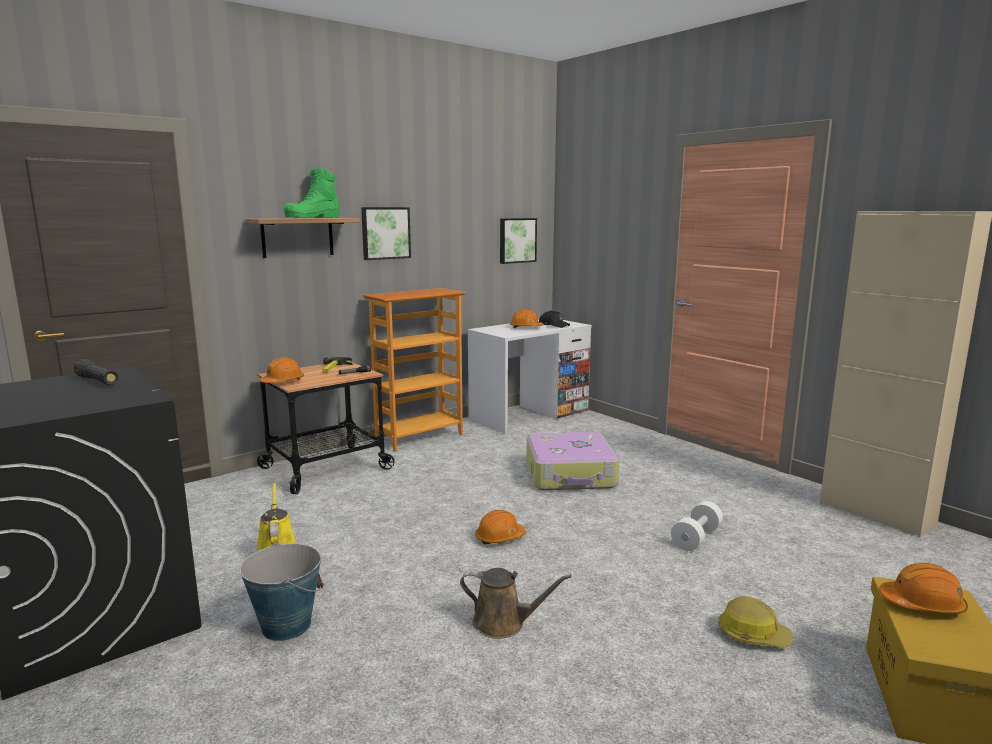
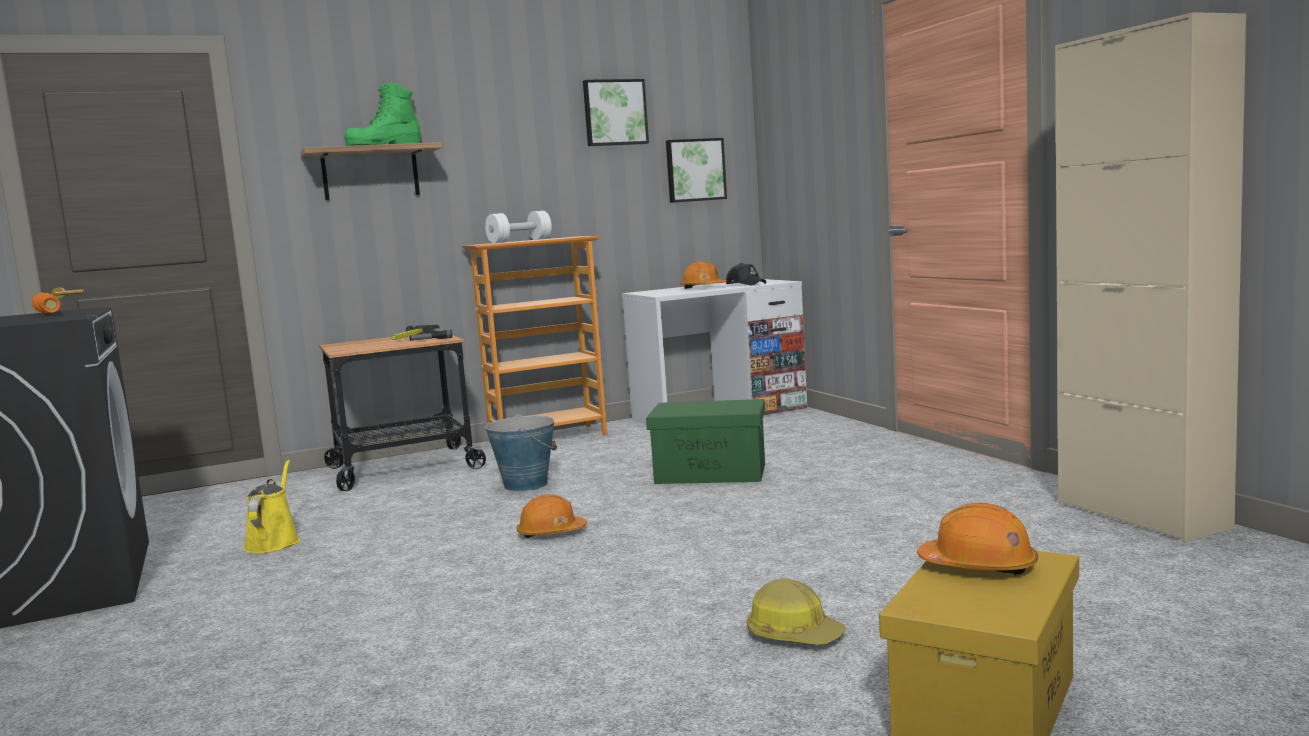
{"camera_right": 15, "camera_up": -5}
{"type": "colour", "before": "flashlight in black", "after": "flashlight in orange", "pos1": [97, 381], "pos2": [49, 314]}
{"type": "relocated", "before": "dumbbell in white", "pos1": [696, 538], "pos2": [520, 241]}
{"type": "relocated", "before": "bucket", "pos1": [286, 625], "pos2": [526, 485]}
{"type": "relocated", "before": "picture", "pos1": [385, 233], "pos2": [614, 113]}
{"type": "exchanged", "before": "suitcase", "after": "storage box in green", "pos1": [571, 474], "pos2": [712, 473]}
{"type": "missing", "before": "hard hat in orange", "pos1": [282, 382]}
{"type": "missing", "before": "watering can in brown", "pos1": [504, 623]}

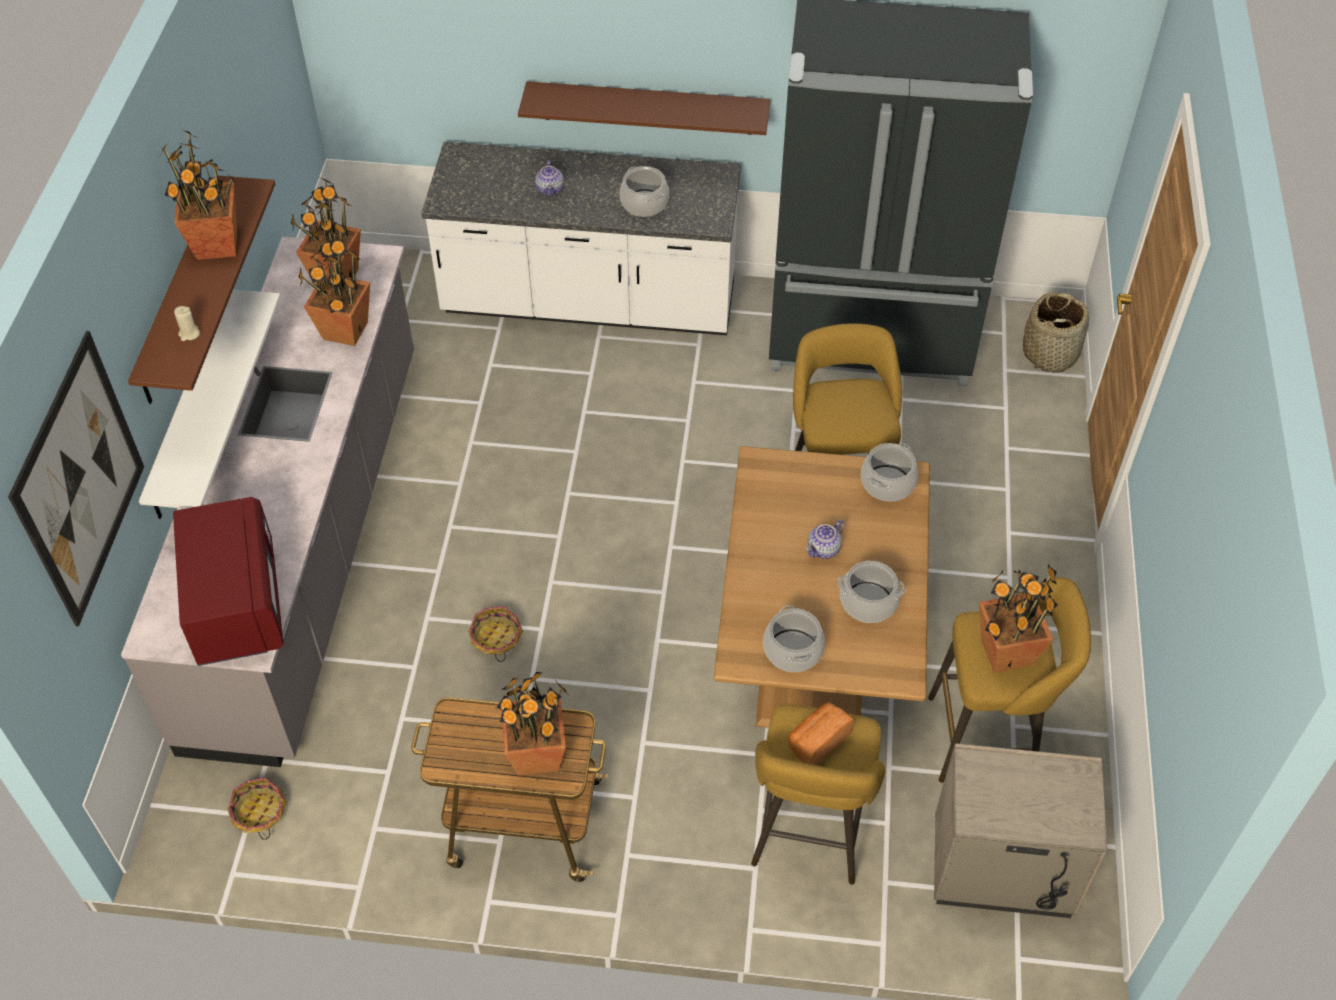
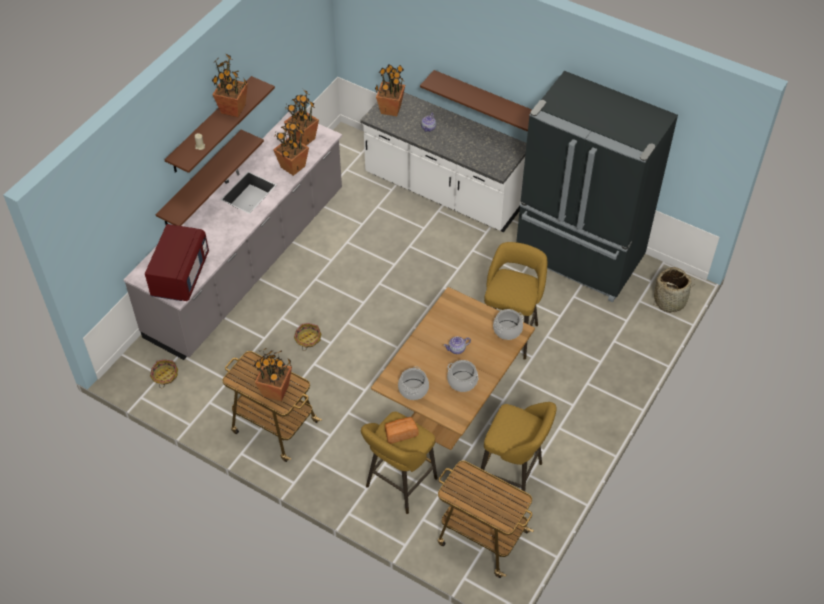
{"camera_right": 25, "camera_up": 0}
{"type": "colour", "before": "shelf in white", "after": "shelf in brown", "pos1": [190, 406], "pos2": [201, 179]}
{"type": "relocated", "before": "potted plant", "pos1": [1005, 652], "pos2": [391, 109]}
{"type": "exchanged", "before": "nightstand in beige", "after": "cart", "pos1": [1002, 869], "pos2": [481, 537]}
{"type": "missing", "before": "picture", "pos1": [80, 480]}
{"type": "missing", "before": "cooking pot", "pos1": [644, 203]}

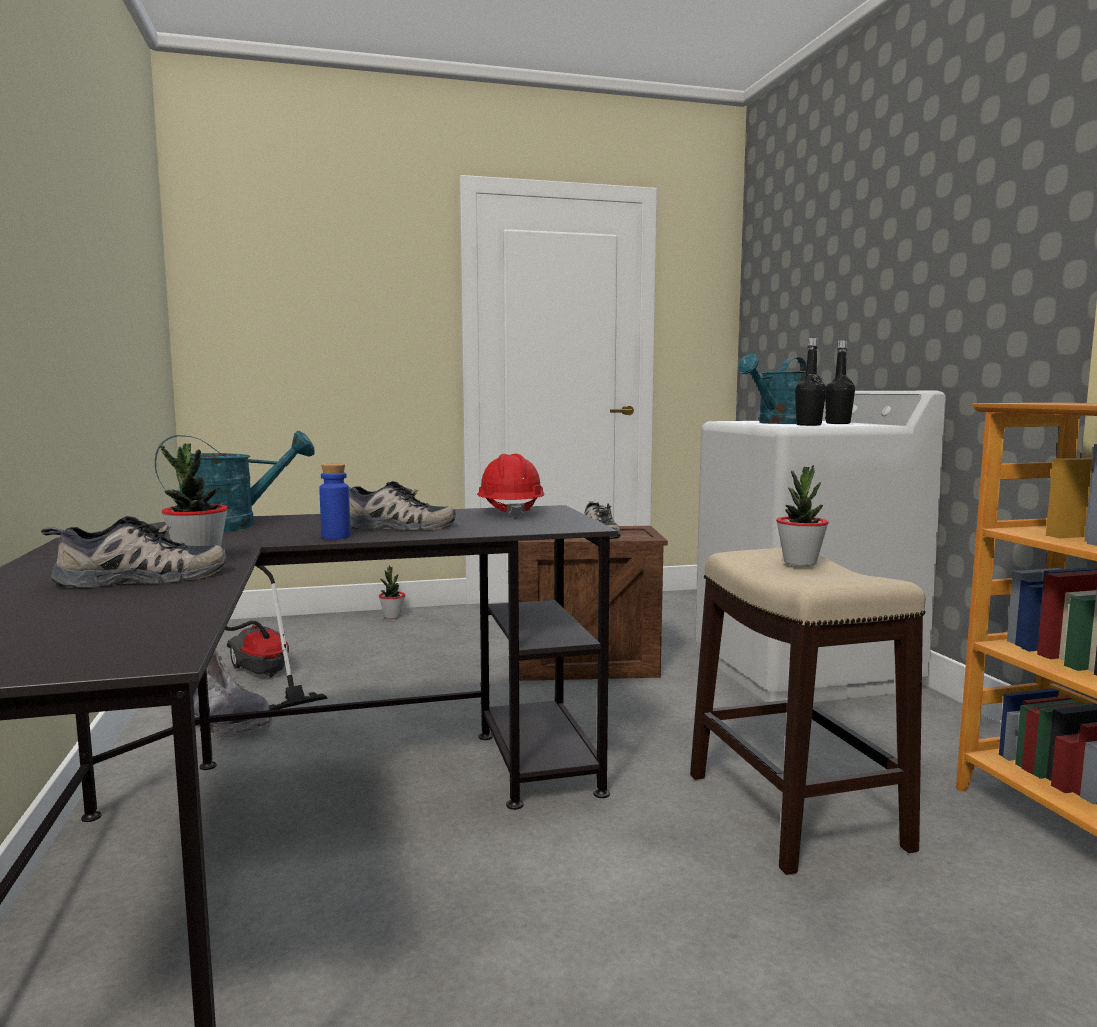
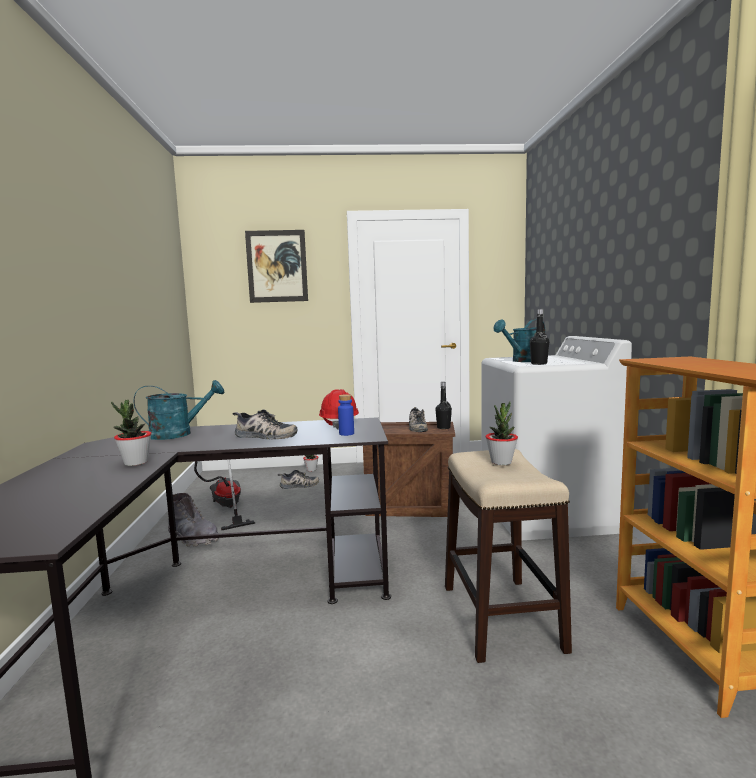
{"camera_right": 10, "camera_up": 0}
{"type": "appeared", "after": "picture", "pos2": [277, 266]}
{"type": "relocated", "before": "shoe", "pos1": [140, 579], "pos2": [299, 485]}
{"type": "relocated", "before": "bottle in blue", "pos1": [336, 536], "pos2": [346, 433]}
{"type": "relocated", "before": "bottle in black", "pos1": [838, 423], "pos2": [443, 427]}

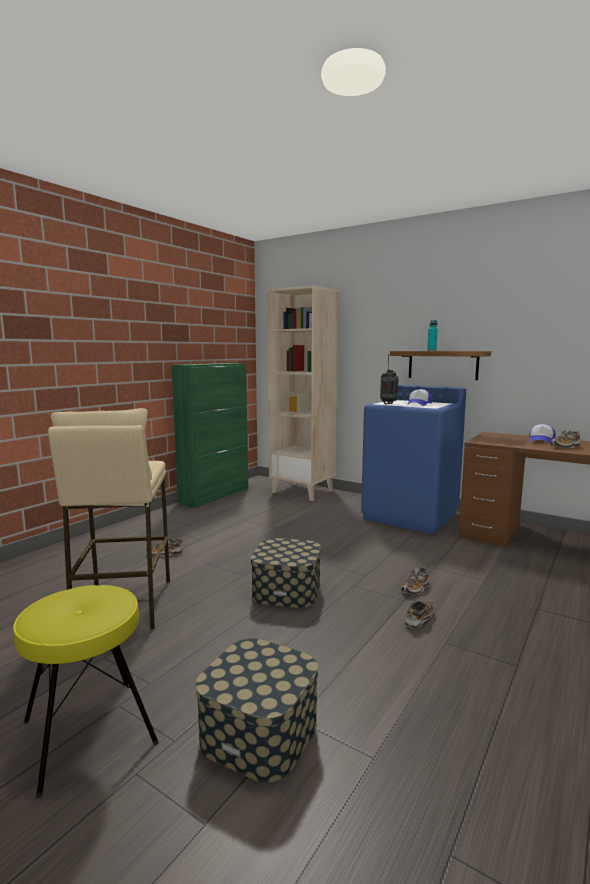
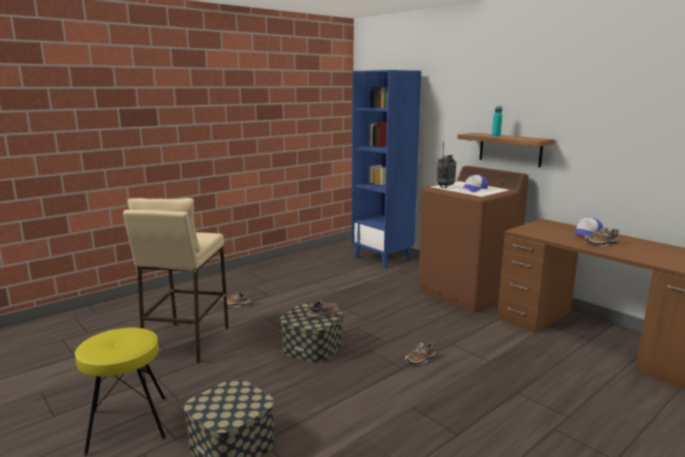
{"camera_right": 15, "camera_up": 5}
{"type": "relocated", "before": "shoe", "pos1": [419, 619], "pos2": [322, 315]}
{"type": "colour", "before": "bookcase in beige", "after": "bookcase in blue", "pos1": [303, 491], "pos2": [382, 258]}
{"type": "colour", "before": "washing machine in blue", "after": "washing machine in brown", "pos1": [411, 515], "pos2": [467, 292]}
{"type": "missing", "before": "cabinet in green", "pos1": [215, 495]}

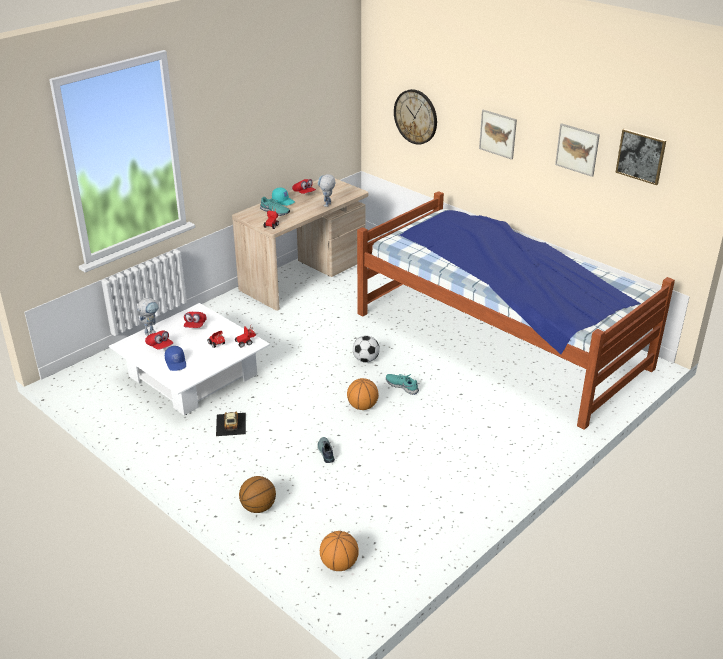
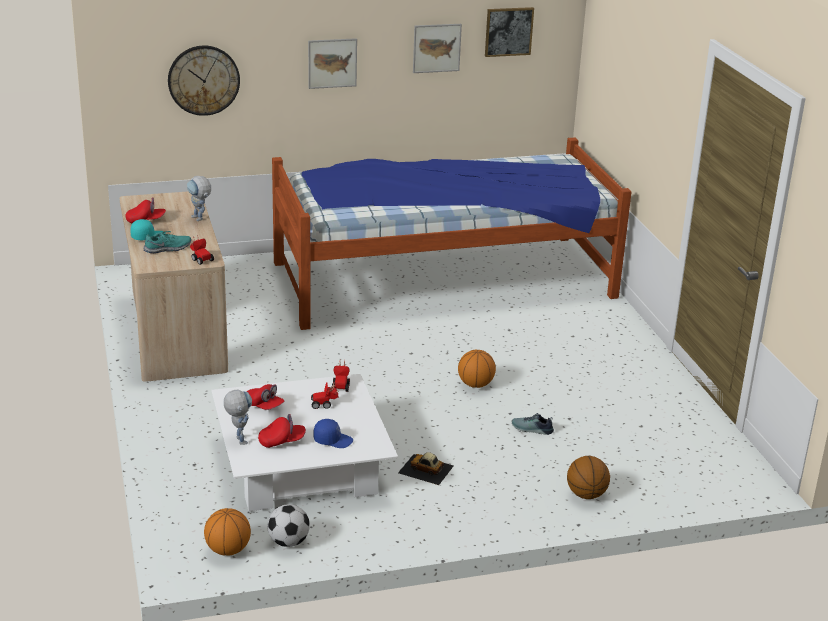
{"camera_right": -60, "camera_up": -5}
{"type": "relocated", "before": "basketball", "pos1": [339, 564], "pos2": [228, 550]}
{"type": "relocated", "before": "football", "pos1": [366, 360], "pos2": [288, 542]}
{"type": "missing", "before": "shoe in turquoise", "pos1": [402, 386]}

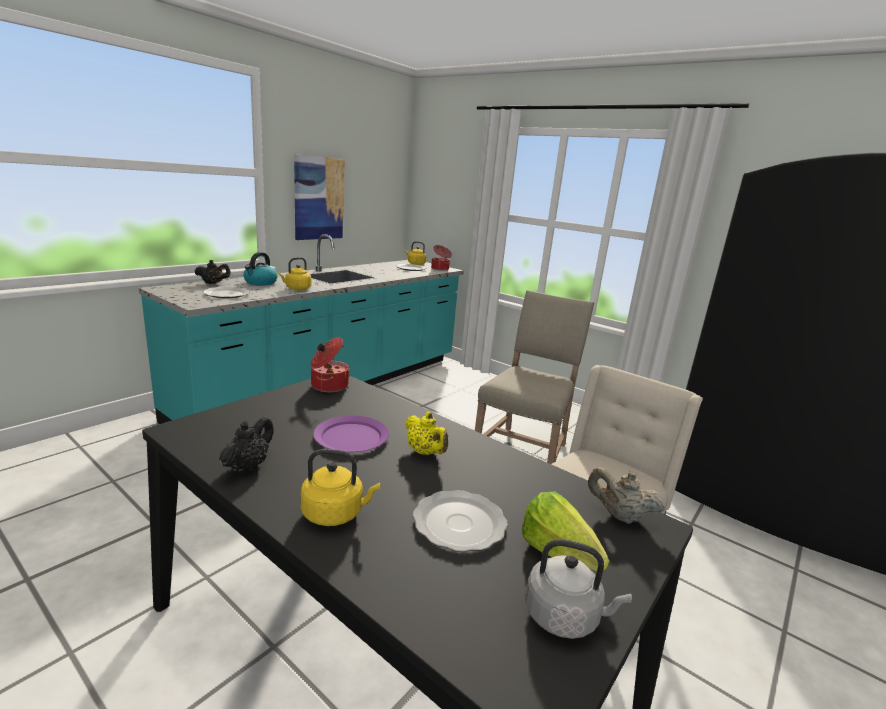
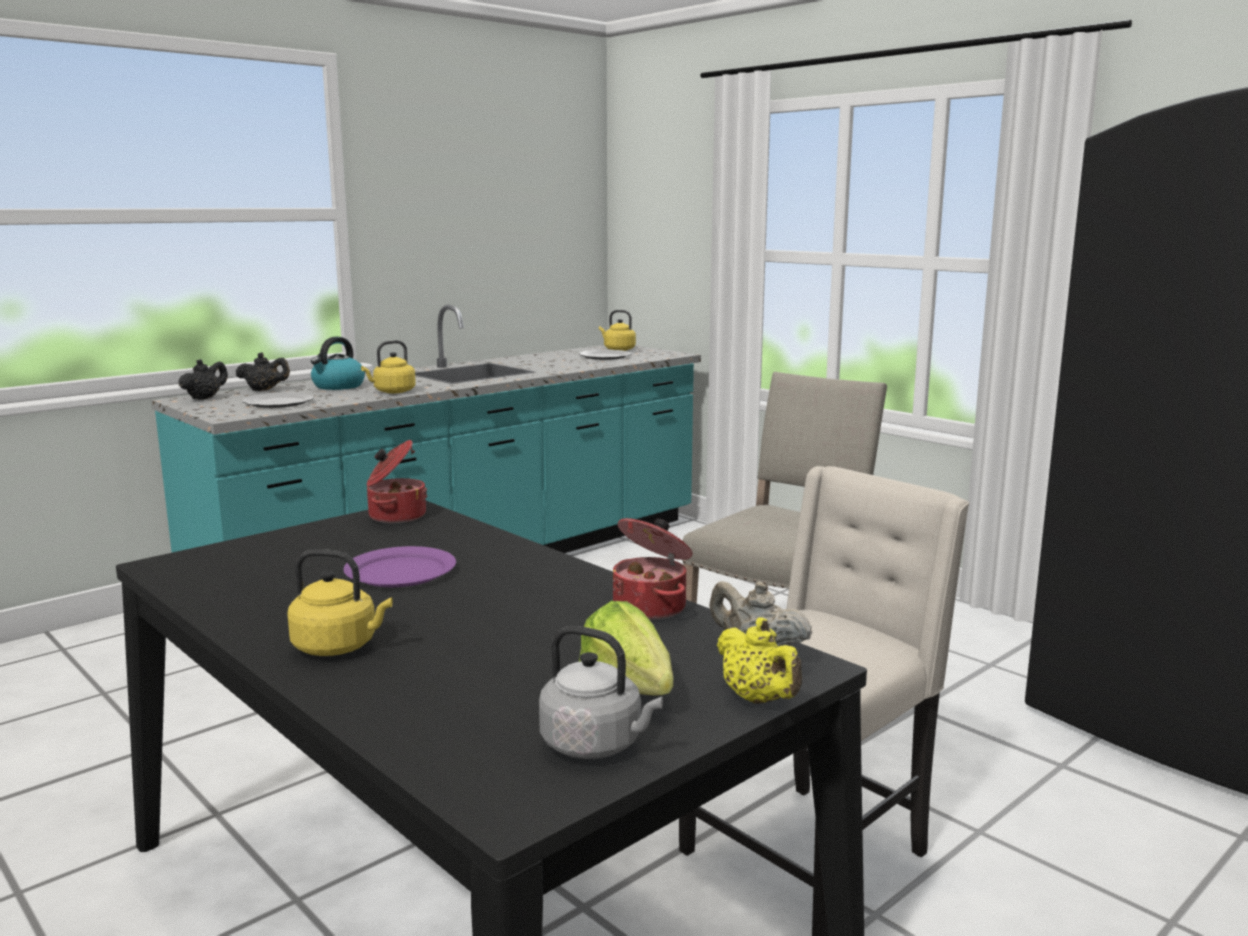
{"camera_right": 10, "camera_up": -5}
{"type": "relocated", "before": "teapot in black", "pos1": [248, 466], "pos2": [205, 398]}
{"type": "relocated", "before": "cooking pot", "pos1": [440, 269], "pos2": [651, 607]}
{"type": "relocated", "before": "teapot in yellow", "pos1": [425, 453], "pos2": [758, 700]}
{"type": "missing", "before": "picture", "pos1": [319, 198]}
{"type": "missing", "before": "plate", "pos1": [458, 522]}

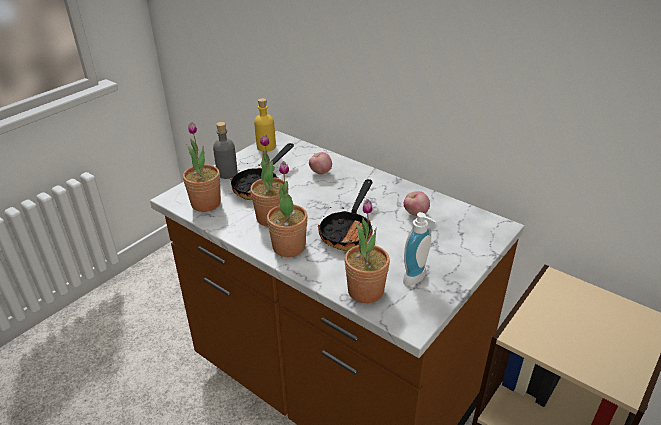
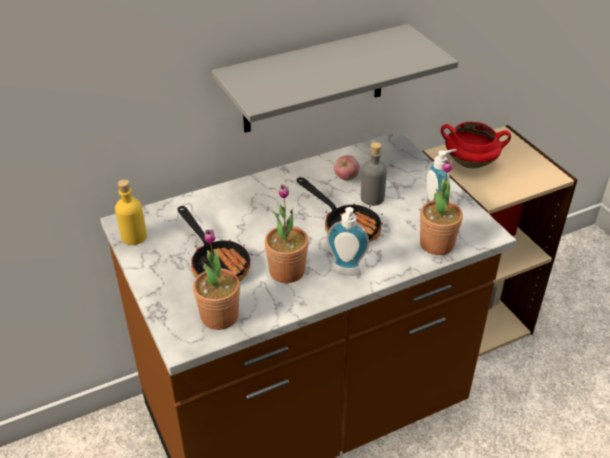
{"camera_right": -65, "camera_up": 5}
{"type": "appeared", "after": "shelf in grey", "pos2": [314, 80]}
{"type": "exchanged", "before": "potted plant", "after": "soap dispenser", "pos1": [289, 247], "pos2": [345, 272]}
{"type": "relocated", "before": "bottle in grey", "pos1": [227, 173], "pos2": [372, 198]}
{"type": "appeared", "after": "cooking pot in red", "pos2": [471, 162]}
{"type": "missing", "before": "apple", "pos1": [320, 172]}

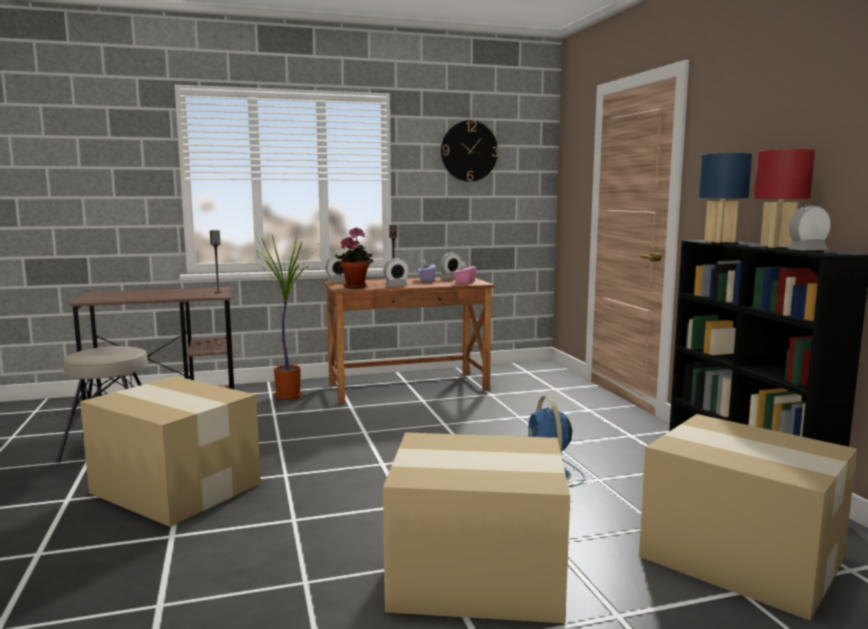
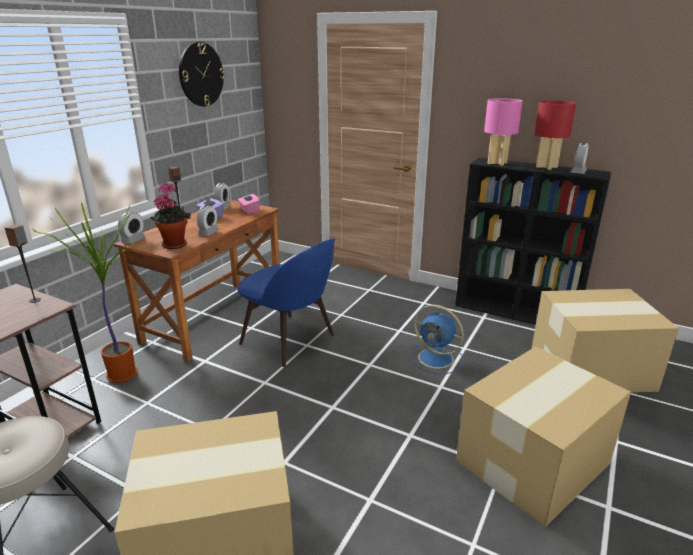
{"camera_right": -45, "camera_up": 15}
{"type": "appeared", "after": "chair in blue", "pos2": [290, 341]}
{"type": "colour", "before": "table lamp in blue", "after": "table lamp in pink", "pos1": [720, 241], "pos2": [497, 163]}

